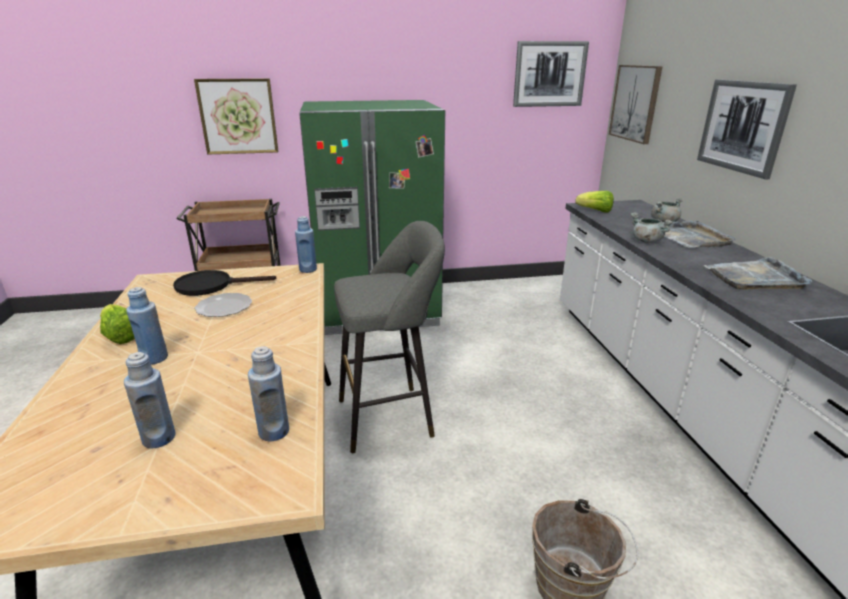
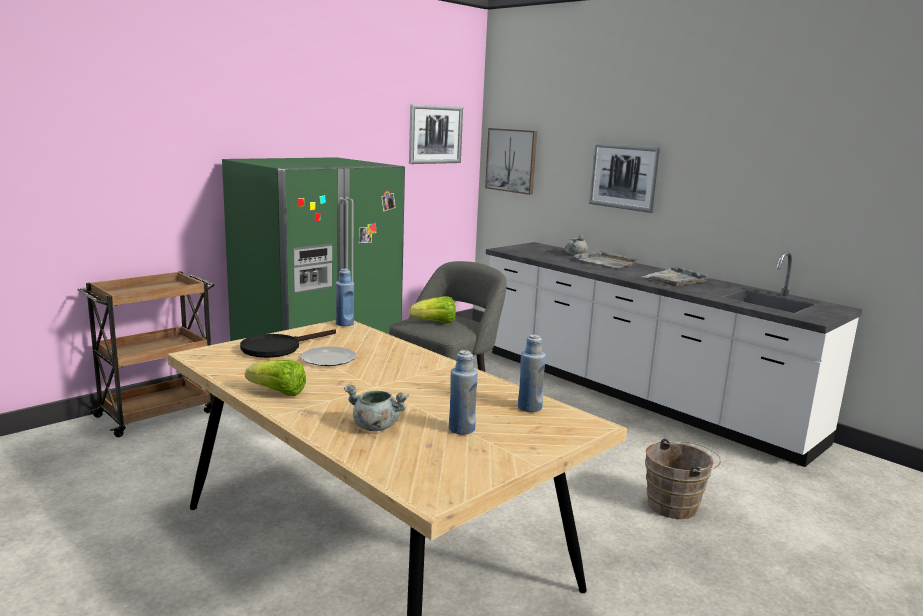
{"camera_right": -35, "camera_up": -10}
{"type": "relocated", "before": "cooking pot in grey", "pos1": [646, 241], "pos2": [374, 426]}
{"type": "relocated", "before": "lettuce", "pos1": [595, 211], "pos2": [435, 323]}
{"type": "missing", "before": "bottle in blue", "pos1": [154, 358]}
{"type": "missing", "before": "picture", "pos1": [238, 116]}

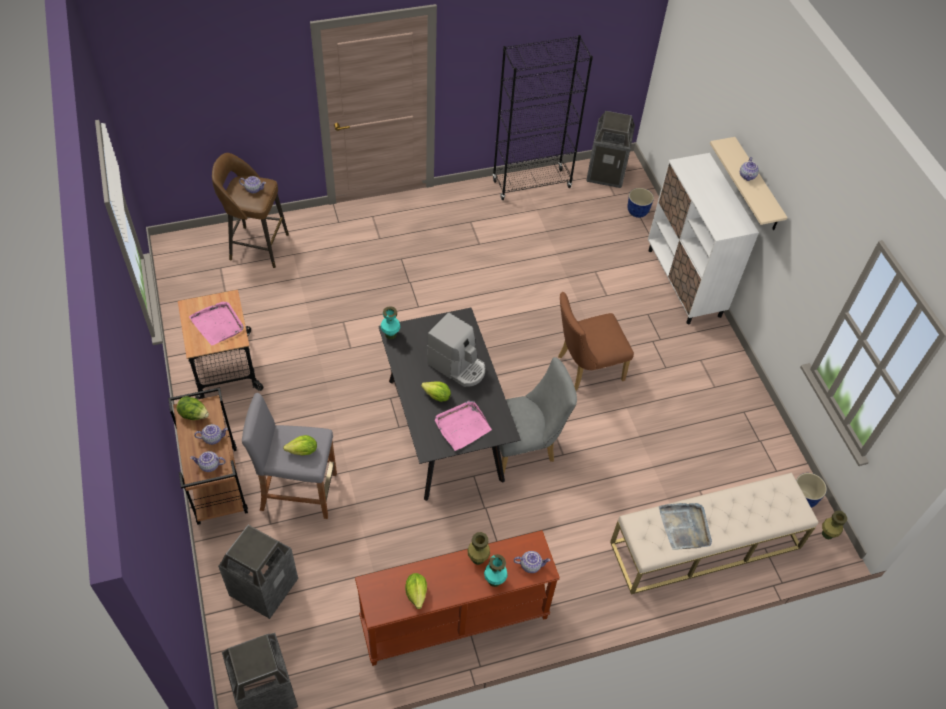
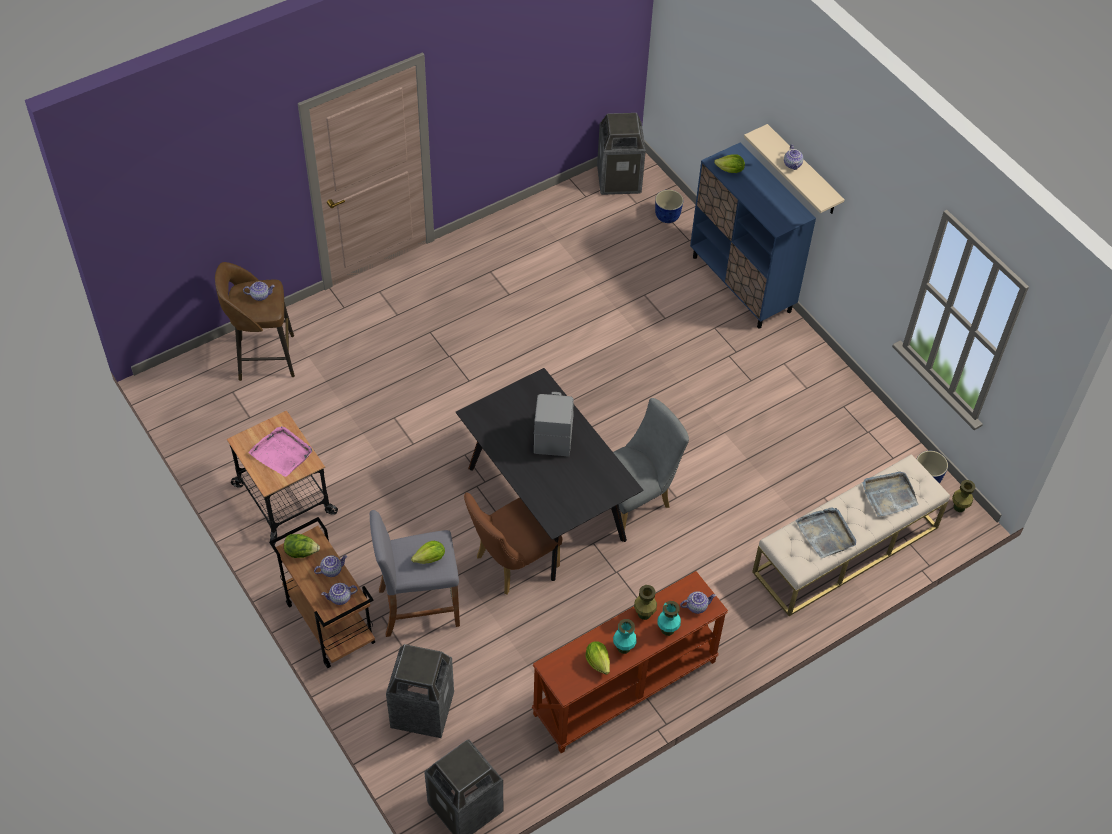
{"camera_right": -15, "camera_up": 0}
{"type": "relocated", "before": "chair in brown", "pos1": [585, 369], "pos2": [511, 564]}
{"type": "spun", "before": "coffee machine", "pos1": [457, 366], "pos2": [553, 432], "turn": -105}
{"type": "relocated", "before": "vase in turquoise", "pos1": [390, 334], "pos2": [624, 647]}
{"type": "colour", "before": "cabinet in white", "after": "cabinet in blue", "pos1": [684, 283], "pos2": [741, 284]}
{"type": "relocated", "before": "lettuce", "pos1": [437, 396], "pos2": [730, 170]}
{"type": "appeared", "after": "tray in grey", "pos2": [889, 495]}
{"type": "missing", "before": "tray in pink", "pos1": [462, 426]}
{"type": "missing", "before": "bookcase in black", "pos1": [531, 184]}

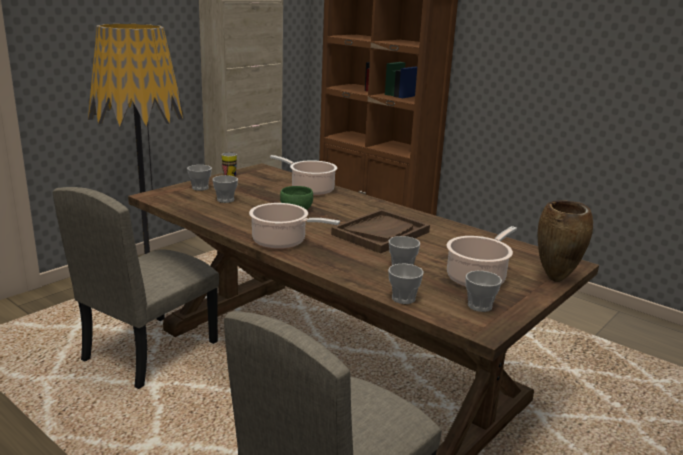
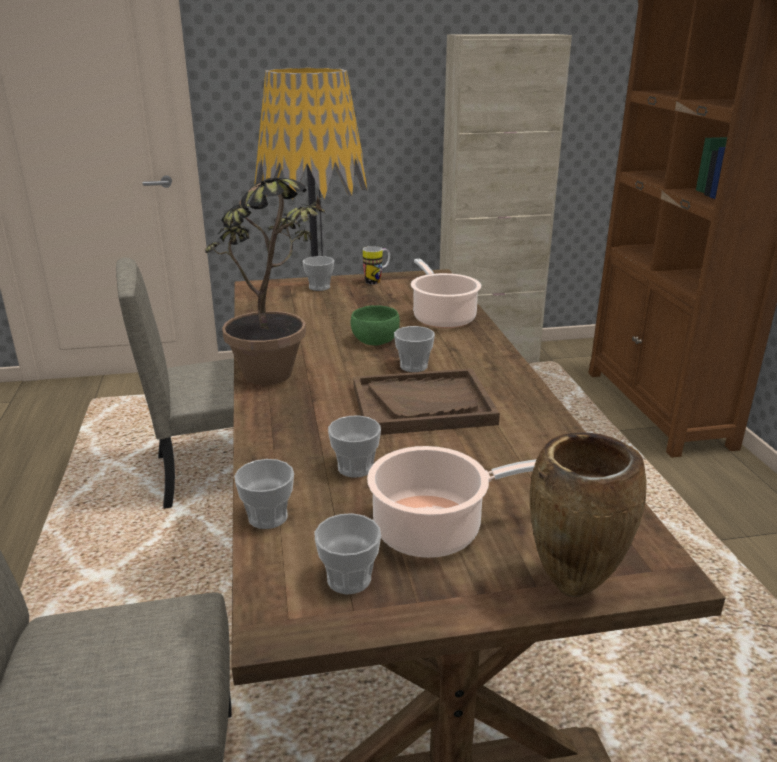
{"camera_right": 40, "camera_up": 5}
{"type": "exchanged", "before": "cooking pot", "after": "potted plant", "pos1": [282, 242], "pos2": [277, 380]}
{"type": "relocated", "before": "cup", "pos1": [225, 200], "pos2": [413, 366]}

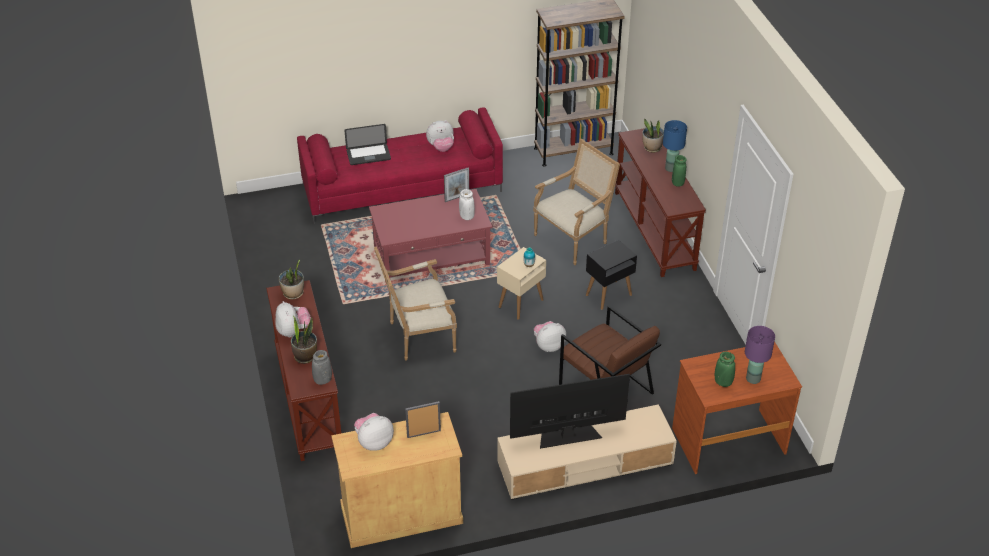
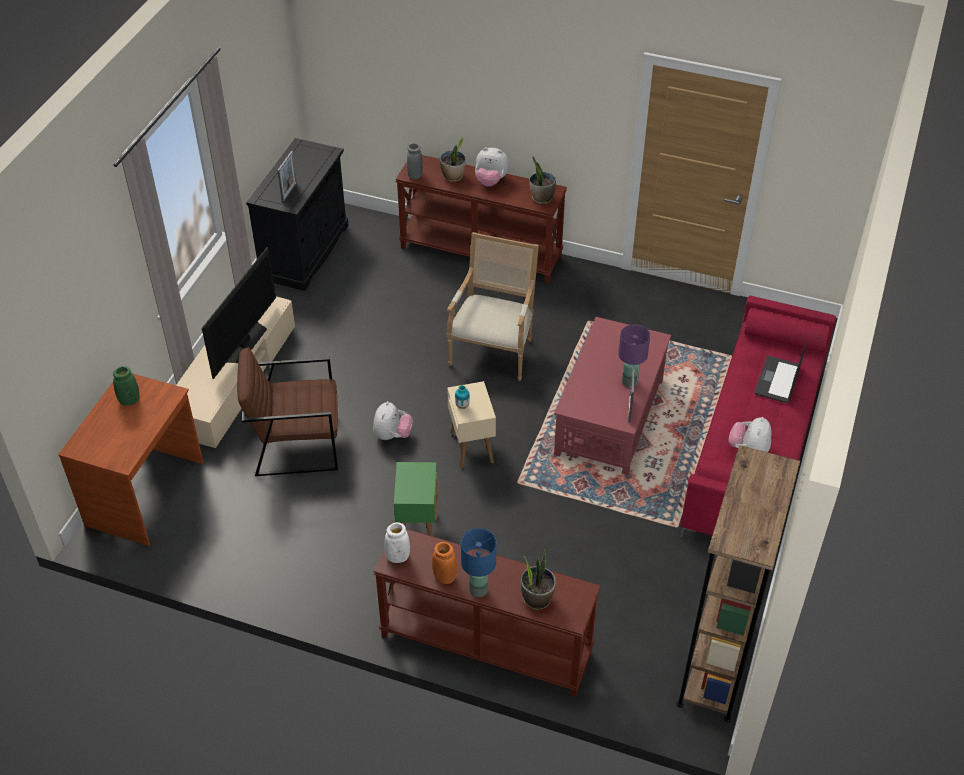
{"camera_right": 125, "camera_up": 5}
{"type": "colour", "before": "cabinet in beige", "after": "cabinet in black", "pos1": [401, 514], "pos2": [305, 252]}
{"type": "relocated", "before": "vase in white", "pos1": [467, 217], "pos2": [398, 556]}
{"type": "colour", "before": "side table in black", "after": "side table in green", "pos1": [608, 295], "pos2": [417, 526]}
{"type": "colour", "before": "vase in green", "after": "vase in orange", "pos1": [677, 183], "pos2": [444, 577]}
{"type": "relocated", "before": "table lamp in purple", "pos1": [752, 378], "pos2": [630, 382]}
{"type": "missing", "before": "plush toy", "pos1": [374, 442]}
{"type": "missing", "before": "armchair", "pos1": [574, 239]}

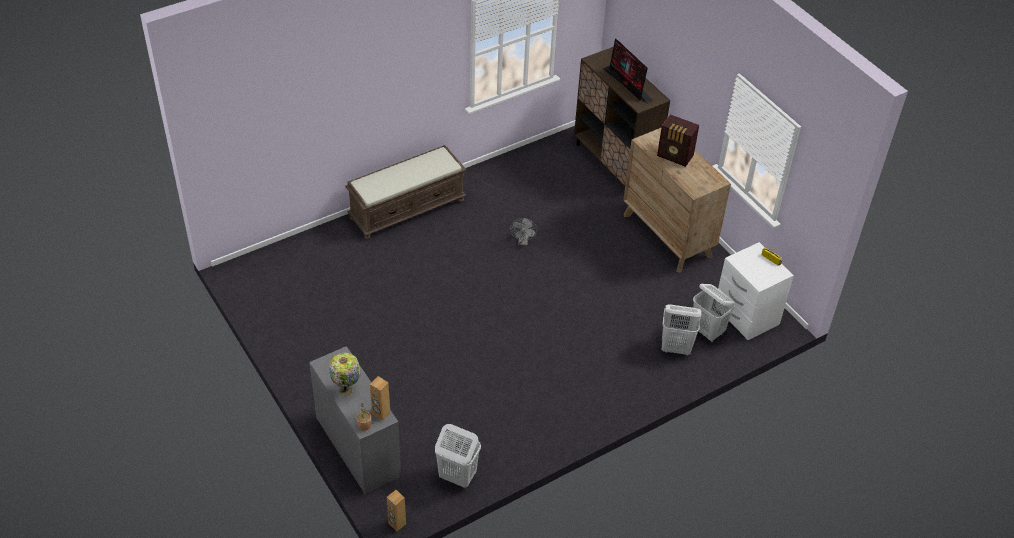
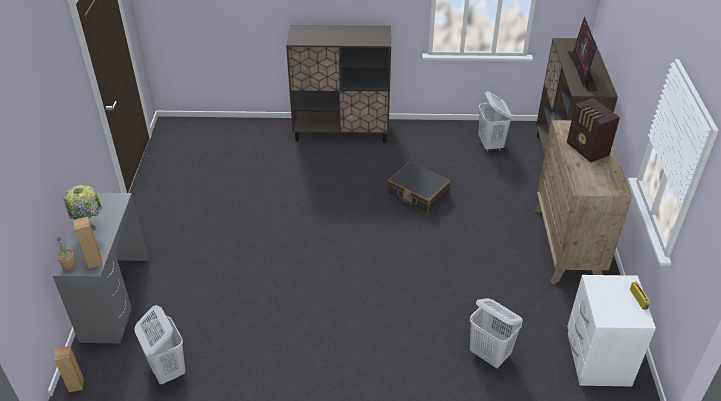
{"camera_right": 35, "camera_up": -5}
{"type": "exchanged", "before": "bench in brown", "after": "cabinet in brown", "pos1": [407, 209], "pos2": [341, 131]}
{"type": "exchanged", "before": "fan in grey", "after": "suitcase in black", "pos1": [523, 242], "pos2": [417, 194]}
{"type": "relocated", "before": "laundry basket in white", "pos1": [707, 331], "pos2": [490, 145]}

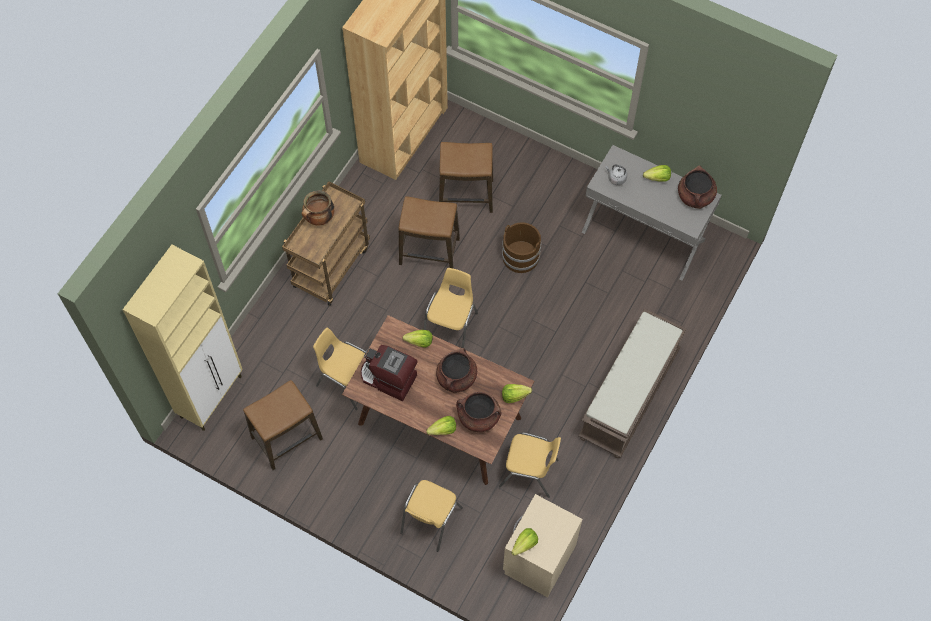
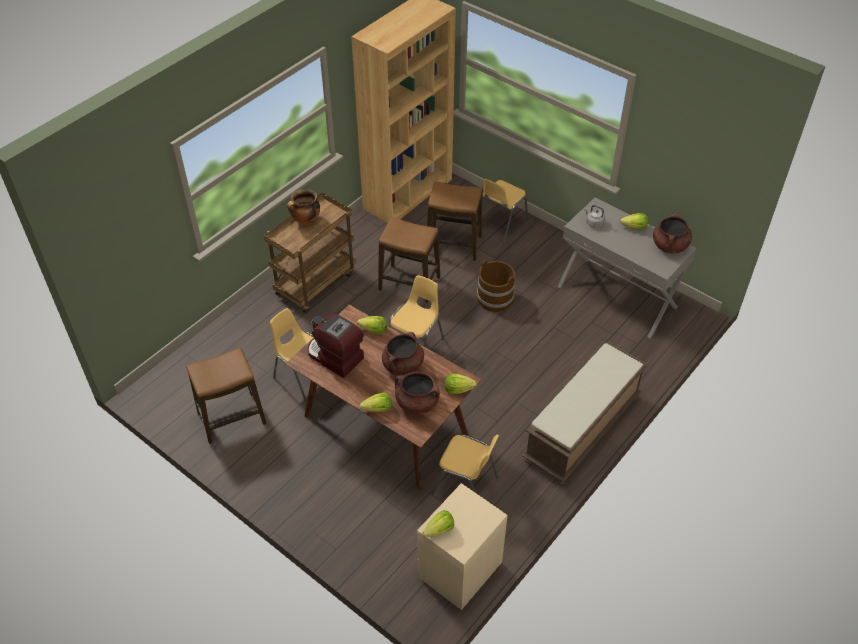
{"camera_right": 10, "camera_up": -15}
{"type": "relocated", "before": "chair in yellow", "pos1": [430, 520], "pos2": [500, 225]}
{"type": "missing", "before": "cabinet in beige", "pos1": [212, 396]}

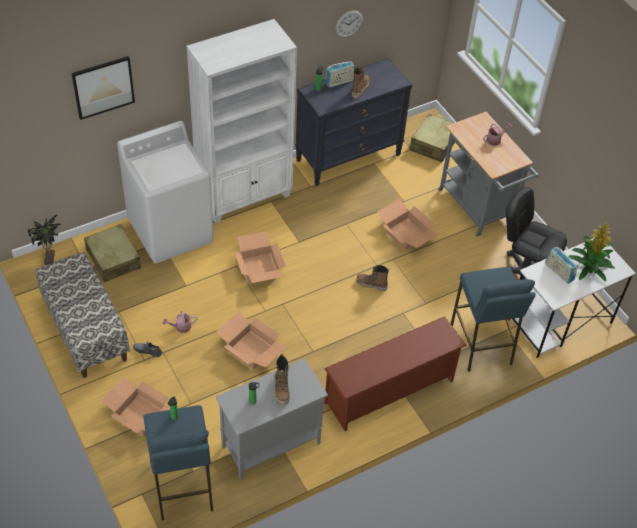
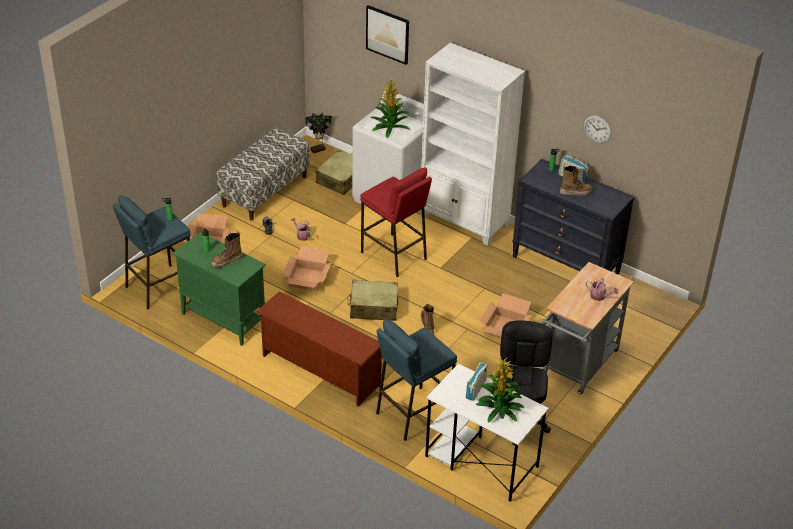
{"camera_right": 65, "camera_up": -10}
{"type": "colour", "before": "cabinet in grey", "after": "cabinet in green", "pos1": [270, 445], "pos2": [223, 319]}
{"type": "relocated", "before": "suitcase in beige", "pos1": [433, 144], "pos2": [373, 307]}
{"type": "exchanged", "before": "cardboard box", "after": "stool in red", "pos1": [260, 268], "pos2": [394, 256]}
{"type": "appeared", "after": "potted plant", "pos2": [389, 127]}

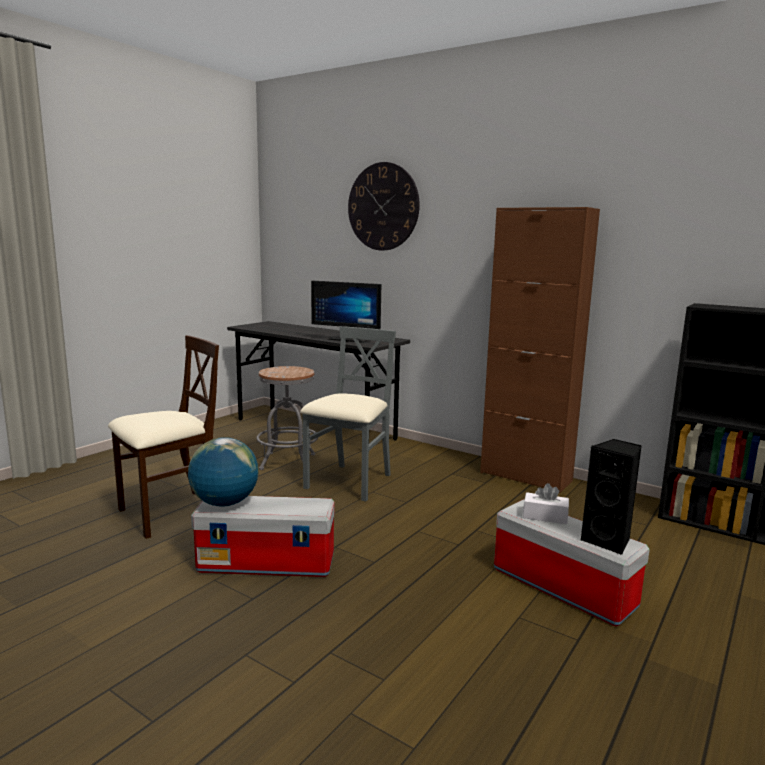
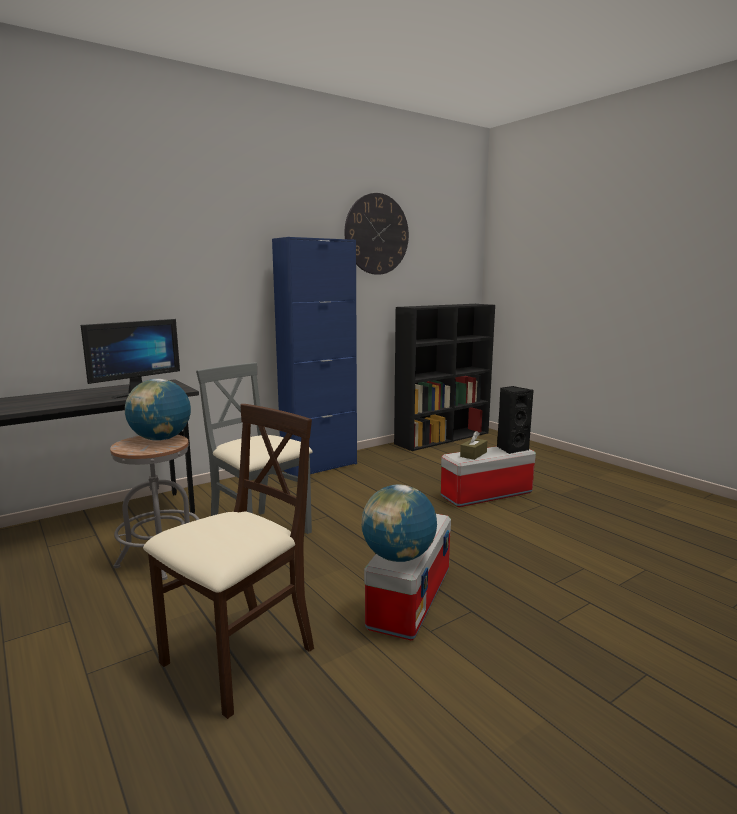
{"camera_right": -70, "camera_up": 0}
{"type": "appeared", "after": "globe", "pos2": [161, 439]}
{"type": "spun", "before": "chair in beige", "pos1": [170, 513], "pos2": [238, 659], "turn": 60}
{"type": "colour", "before": "cabinet in brown", "after": "cabinet in blue", "pos1": [525, 476], "pos2": [319, 466]}
{"type": "relocated", "before": "wall clock", "pos1": [383, 207], "pos2": [377, 234]}
{"type": "colour", "before": "tissue box in white", "after": "tissue box in brown", "pos1": [545, 516], "pos2": [473, 454]}

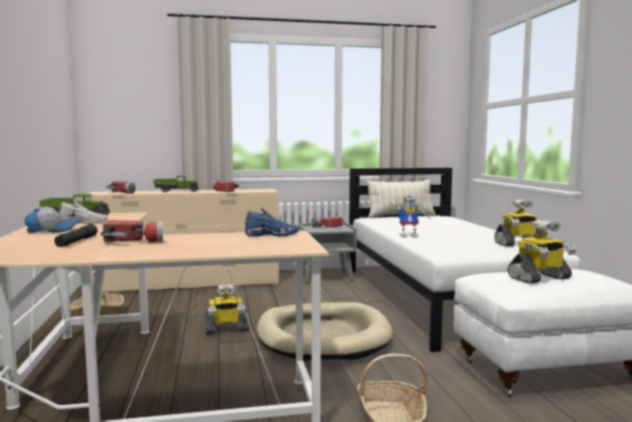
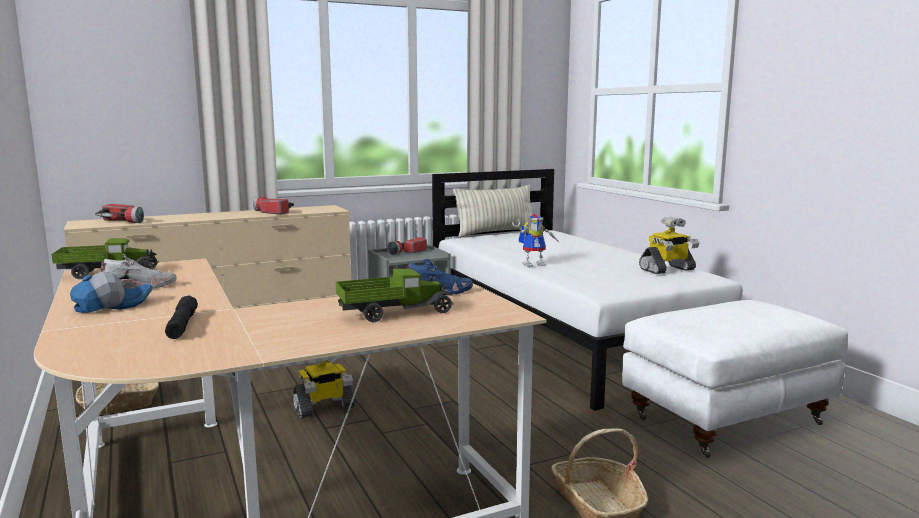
{"camera_right": -15, "camera_up": 5}
{"type": "relocated", "before": "toy truck", "pos1": [176, 191], "pos2": [394, 313]}
{"type": "missing", "before": "flashlight", "pos1": [134, 242]}
{"type": "missing", "before": "dog bed in beige", "pos1": [323, 336]}
{"type": "missing", "before": "toy robot", "pos1": [539, 278]}

